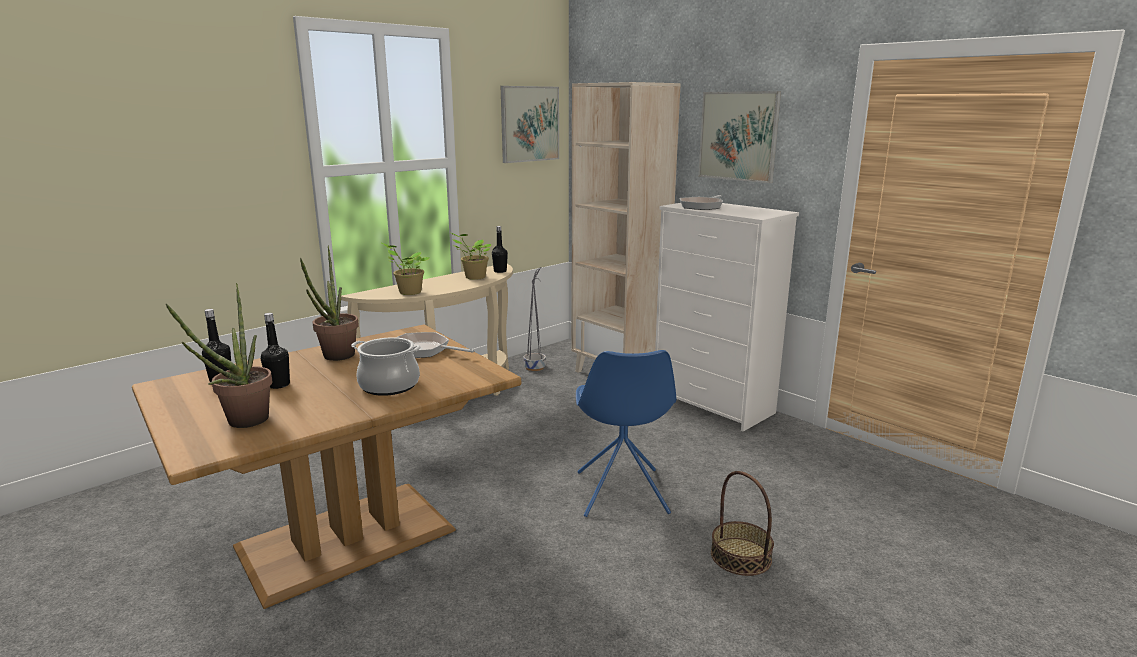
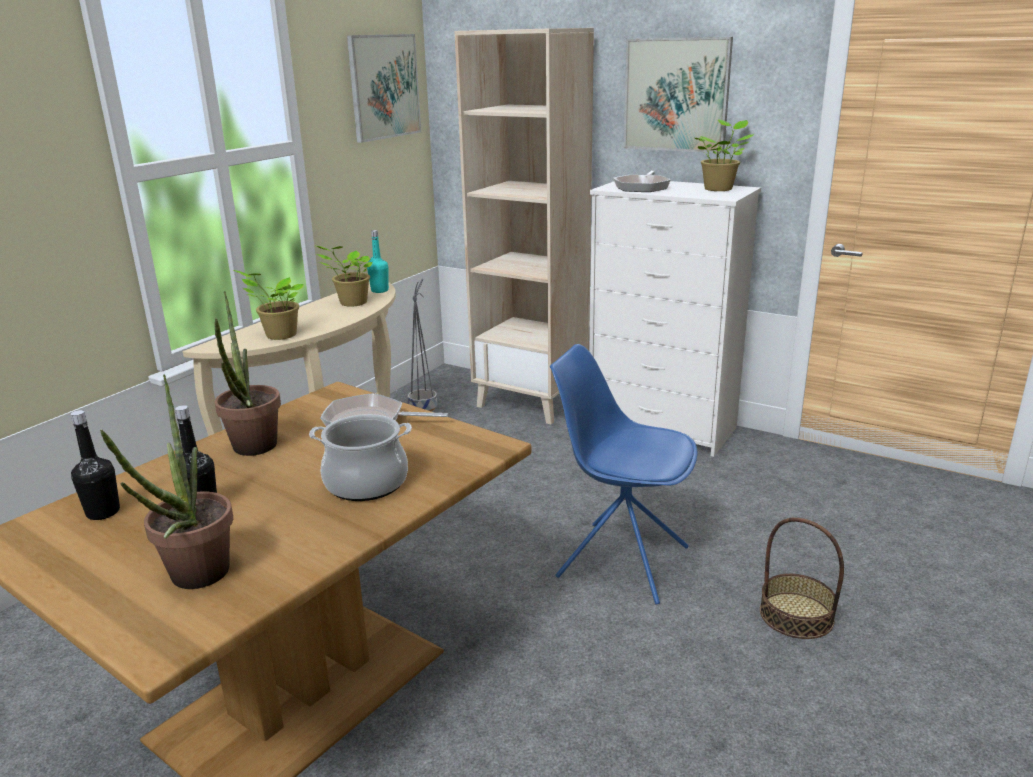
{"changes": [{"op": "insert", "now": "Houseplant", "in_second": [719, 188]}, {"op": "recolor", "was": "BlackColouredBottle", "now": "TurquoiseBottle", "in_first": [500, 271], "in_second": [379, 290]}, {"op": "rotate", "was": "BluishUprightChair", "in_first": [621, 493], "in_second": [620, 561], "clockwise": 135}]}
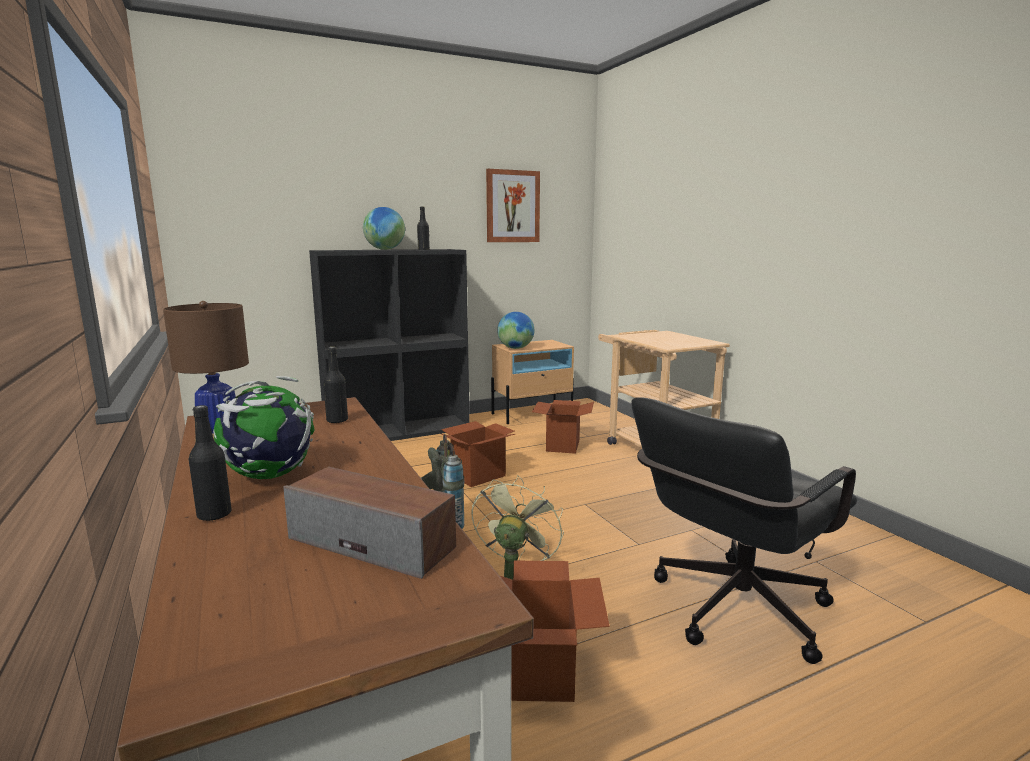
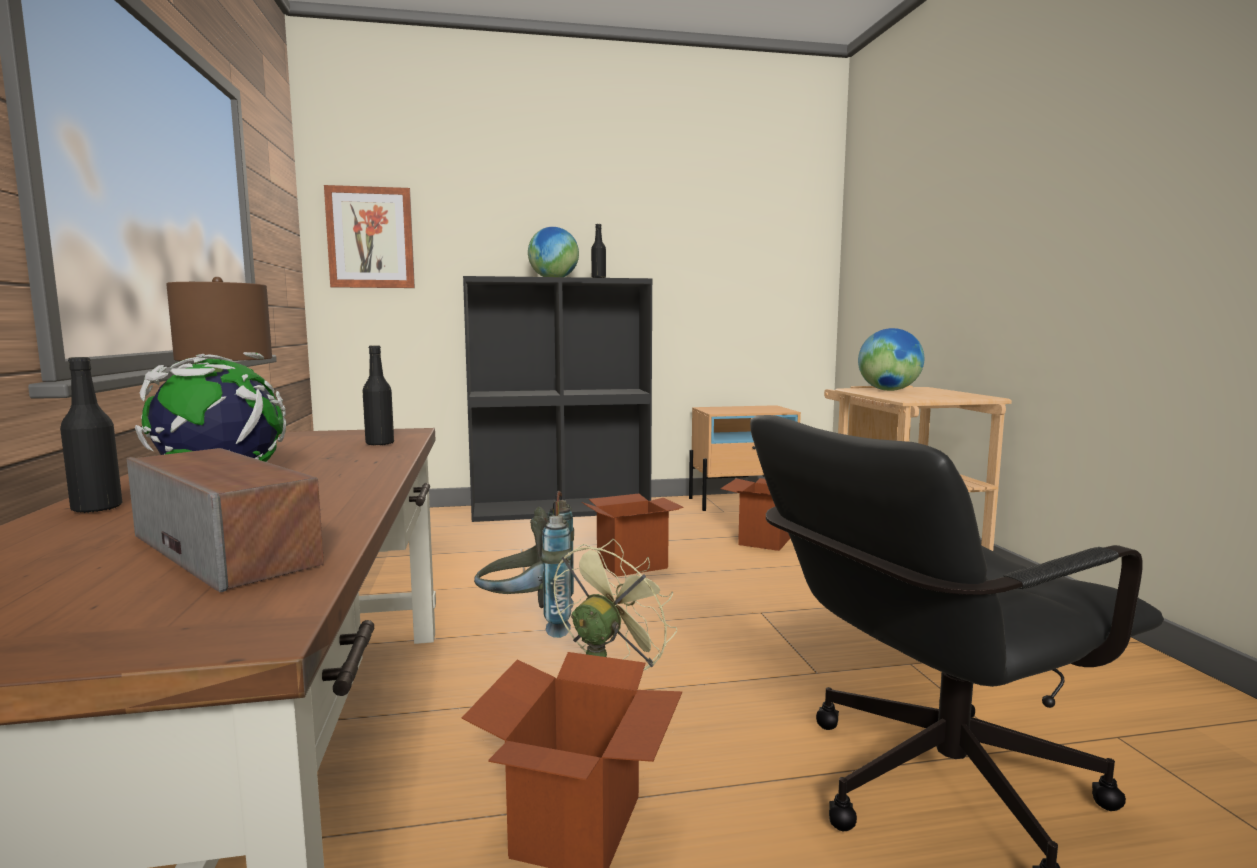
{"changes": [{"op": "move", "was": "WallArt", "in_first": [512, 206], "in_second": [370, 238]}, {"op": "move", "was": "DeskGlobe", "in_first": [515, 348], "in_second": [888, 390]}]}
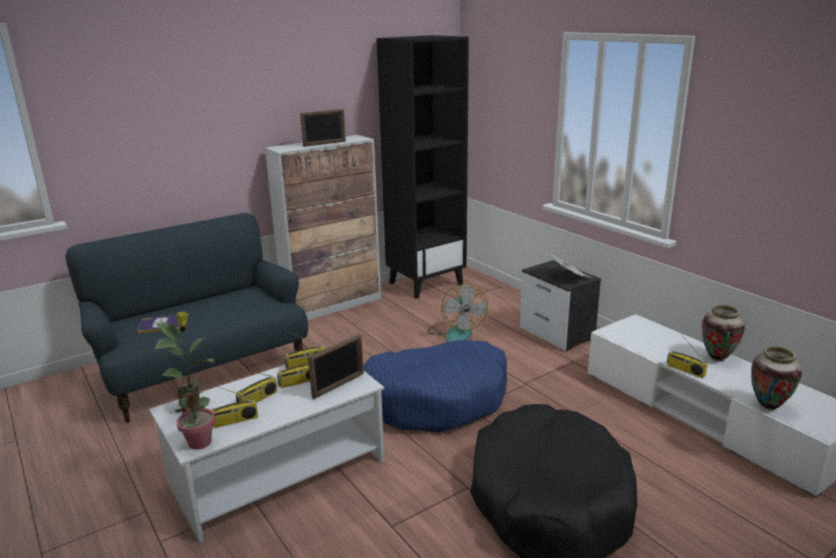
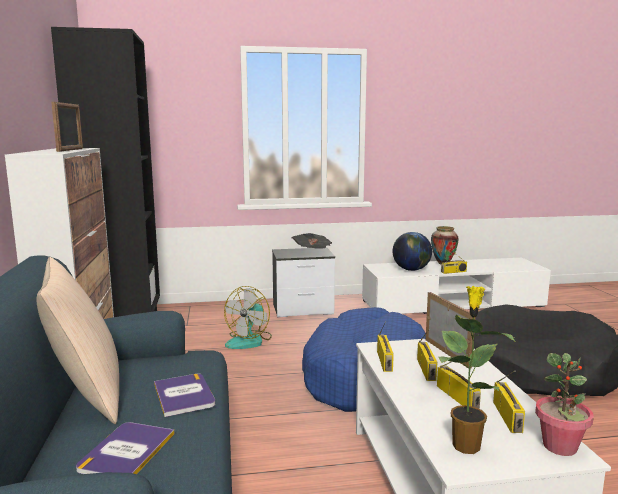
{"changes": [{"op": "delete", "was": "Vase", "in_first": [768, 406]}, {"op": "insert", "now": "SandColouredThrowPillow", "in_second": [87, 395]}, {"op": "insert", "now": "Book", "in_second": [184, 395]}, {"op": "insert", "now": "DeskGlobe", "in_second": [411, 270]}, {"op": "rotate", "was": "CoolingFan", "in_first": [456, 332], "in_second": [249, 340], "clockwise": 105}]}
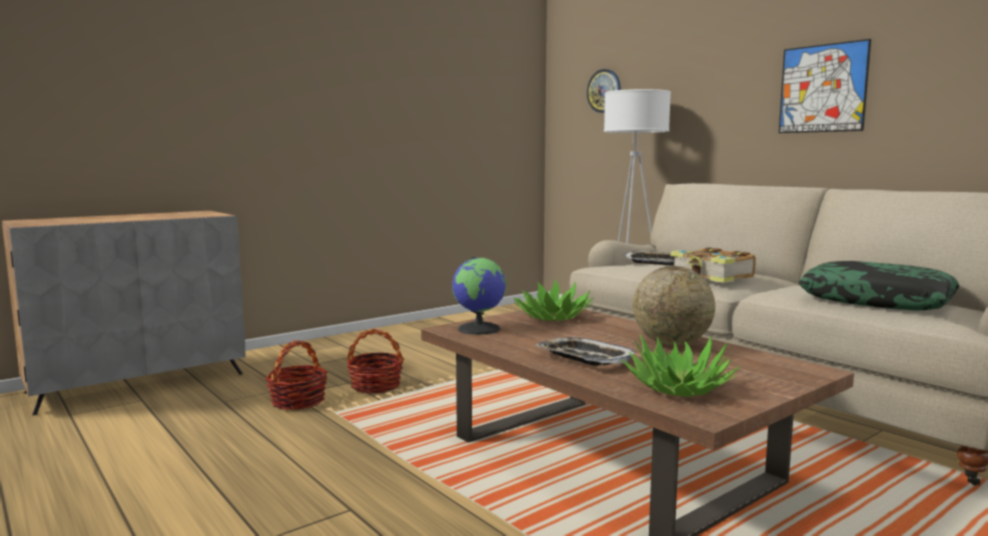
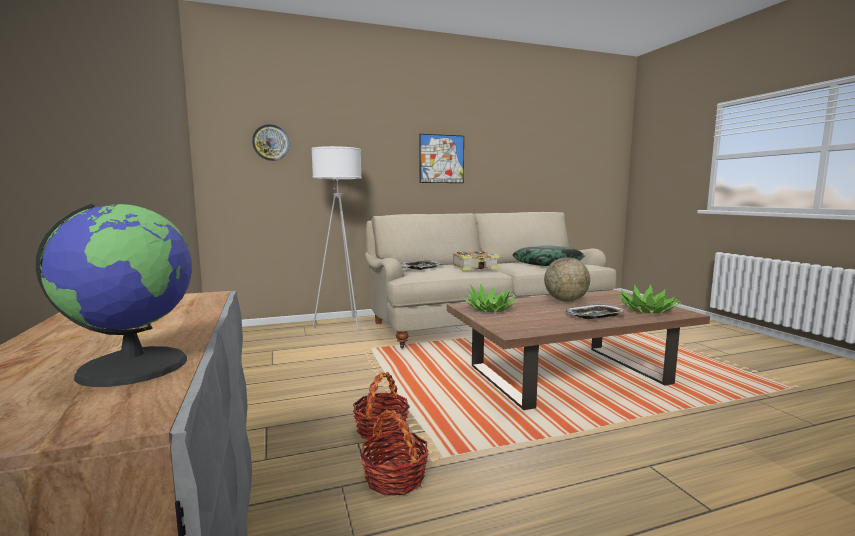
{"changes": [{"op": "move", "was": "DeskGlobe", "in_first": [479, 329], "in_second": [134, 366]}]}
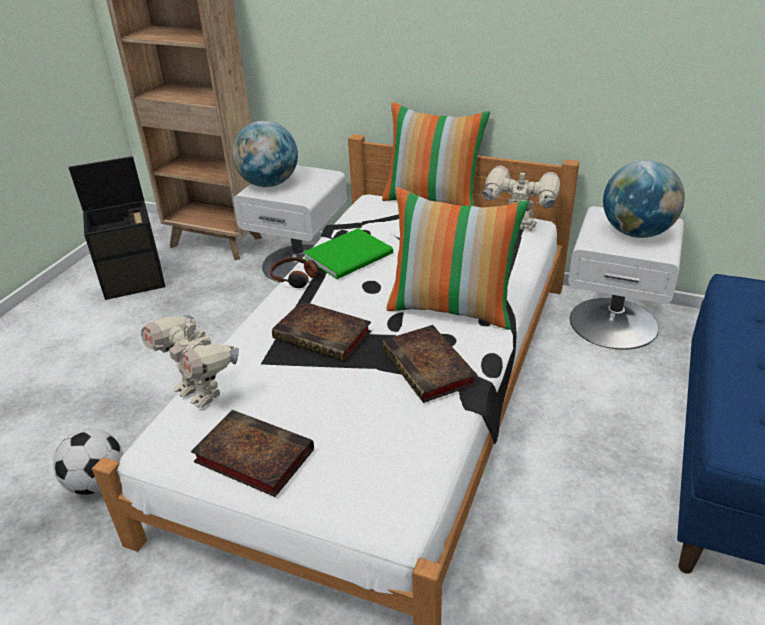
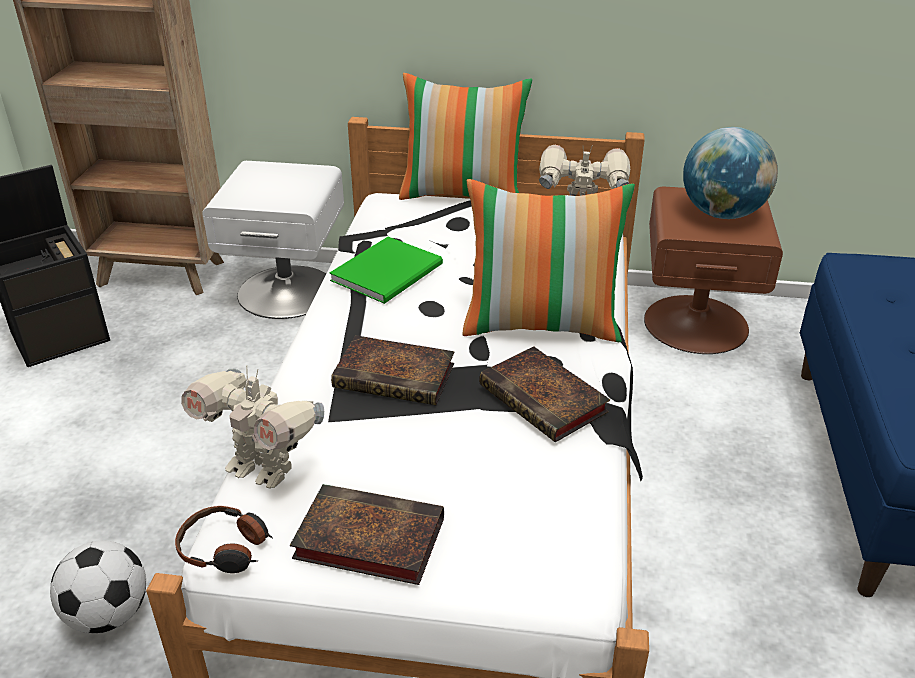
{"changes": [{"op": "delete", "was": "DeskGlobe", "in_first": [269, 184]}, {"op": "move", "was": "PairOfHeadphones", "in_first": [296, 278], "in_second": [226, 549]}, {"op": "recolor", "was": "WhiteColouredBedsideTable", "now": "BrownishBedsideTable", "in_first": [613, 322], "in_second": [696, 323]}]}
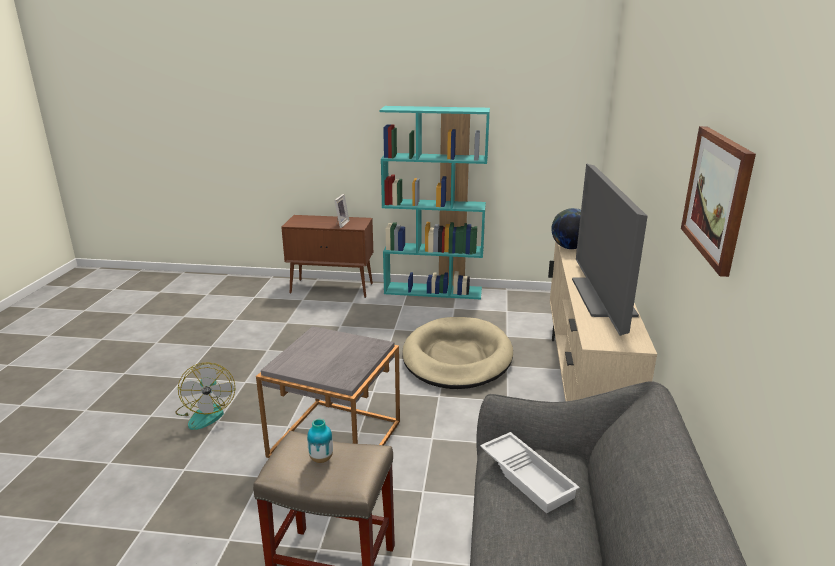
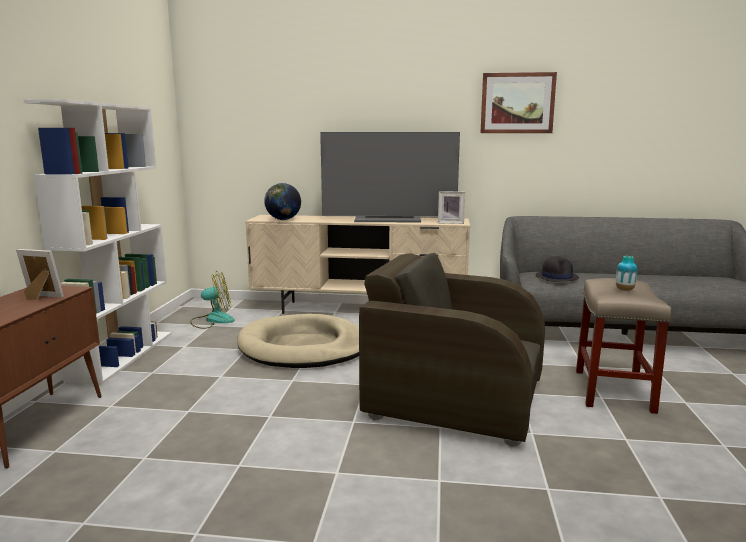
{"changes": [{"op": "insert", "now": "PictureFrame", "in_second": [450, 223]}, {"op": "move", "was": "CoolingFan", "in_first": [206, 413], "in_second": [212, 320]}, {"op": "replace", "was": "GraySideTable", "now": "BrownishLoungeChair", "in_first": [335, 438], "in_second": [455, 399]}, {"op": "replace", "was": "WhiteColouredServingTray", "now": "BlackColouredWearableHat", "in_first": [528, 476], "in_second": [556, 277]}, {"op": "recolor", "was": "TurquoiseShelvingUnit", "now": "WhiteColouredShelvingUnit", "in_first": [433, 291], "in_second": [122, 355]}]}
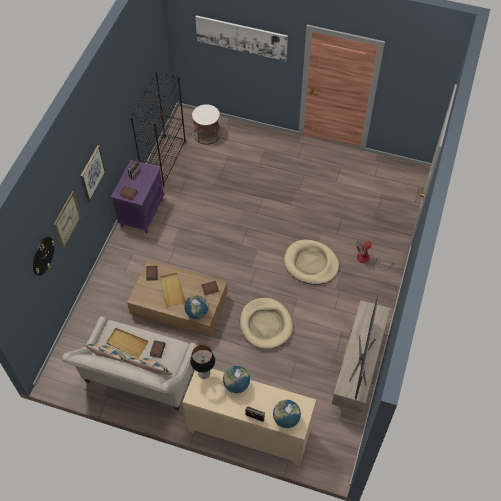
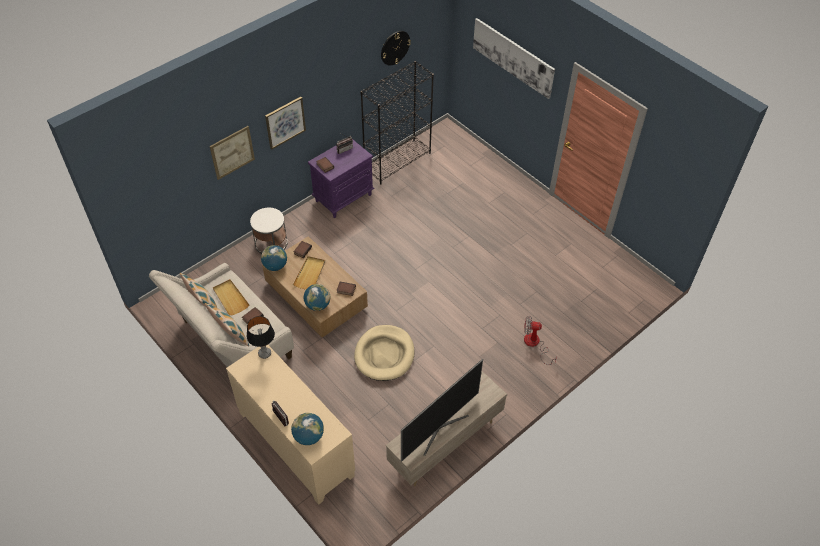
{"changes": [{"op": "delete", "was": "SandColouredDogBed", "in_first": [311, 264]}, {"op": "move", "was": "ClockOnTheWall", "in_first": [42, 255], "in_second": [395, 47]}, {"op": "move", "was": "WhiteColouredSideTable", "in_first": [207, 134], "in_second": [271, 243]}, {"op": "move", "was": "DeskGlobe", "in_first": [236, 385], "in_second": [275, 266]}]}
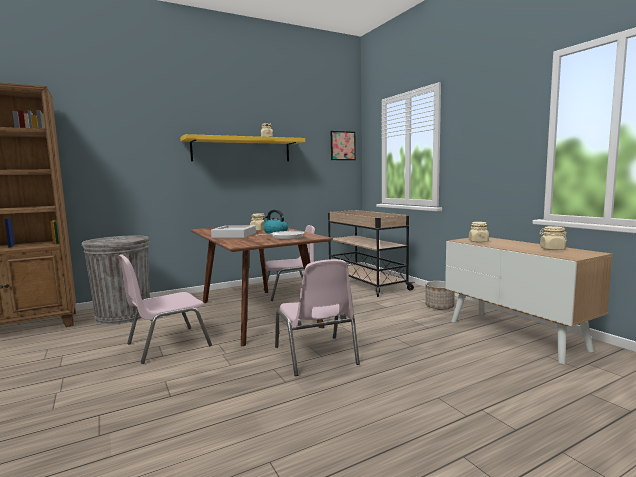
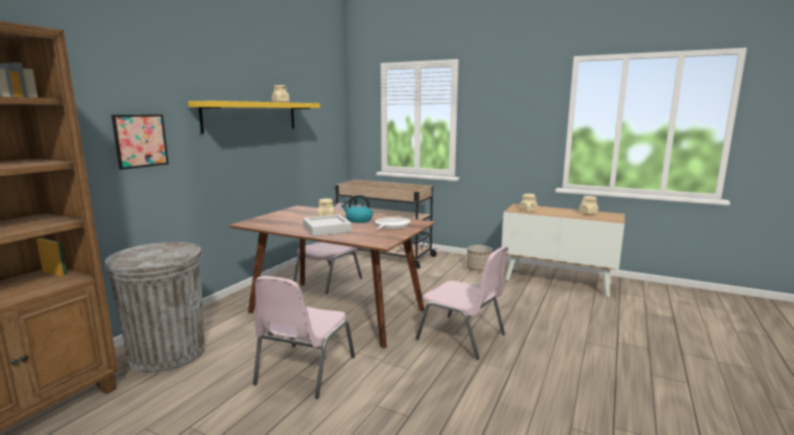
{"changes": [{"op": "move", "was": "WallArt", "in_first": [342, 145], "in_second": [140, 141]}]}
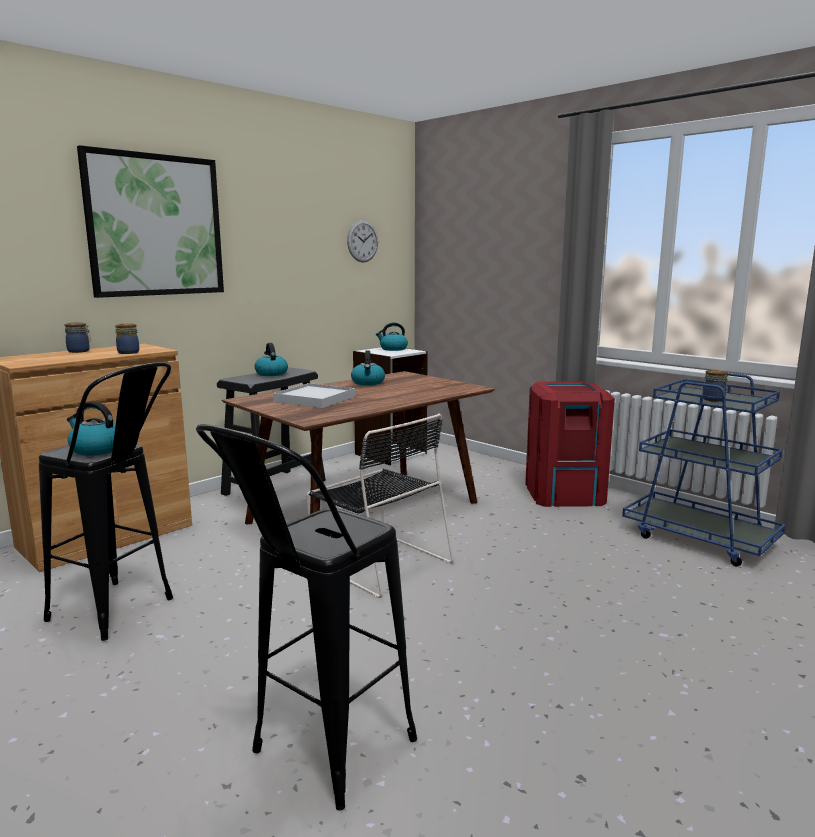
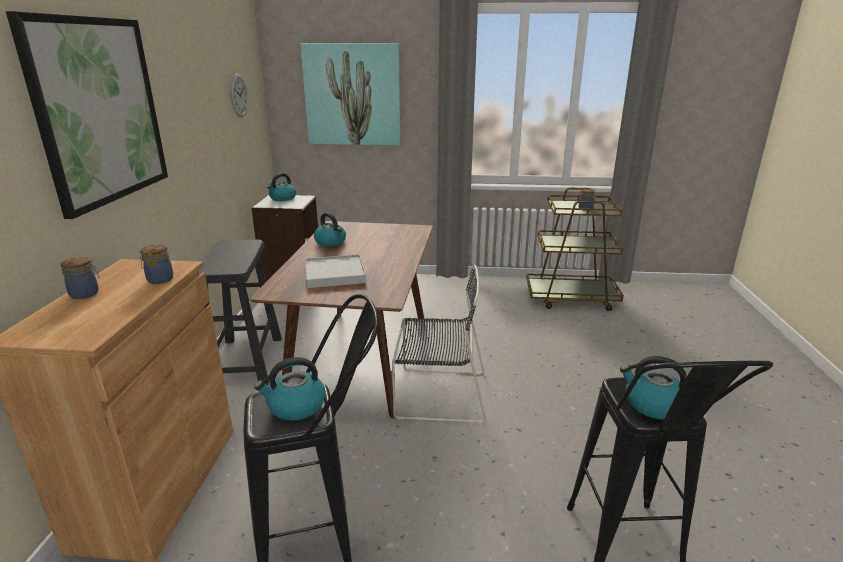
{"changes": [{"op": "delete", "was": "RedColouredRubbishBin", "in_first": [564, 493]}, {"op": "insert", "now": "WallArt", "in_second": [352, 95]}, {"op": "move", "was": "WaterKettle", "in_first": [271, 373], "in_second": [652, 405]}, {"op": "recolor", "was": "BluishTrolley", "now": "BrownishTrolley", "in_first": [699, 538], "in_second": [571, 298]}]}
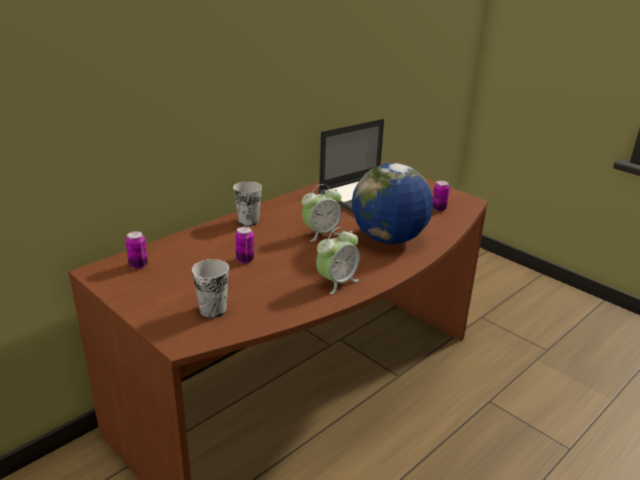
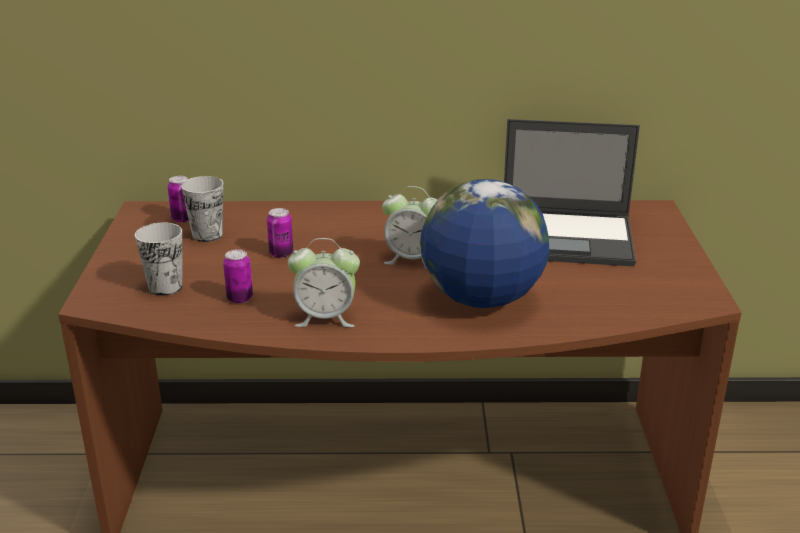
{"changes": [{"op": "move", "was": "DrinkingCup", "in_first": [248, 221], "in_second": [207, 235]}, {"op": "move", "was": "MetalCan", "in_first": [438, 209], "in_second": [240, 298]}]}
